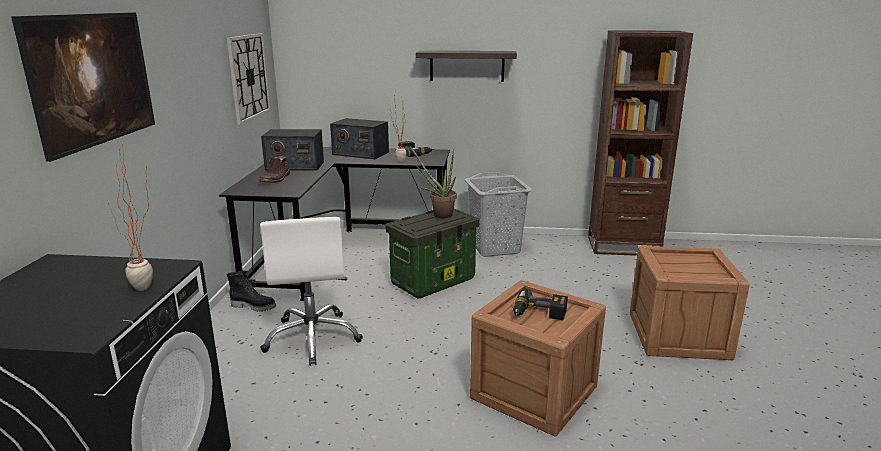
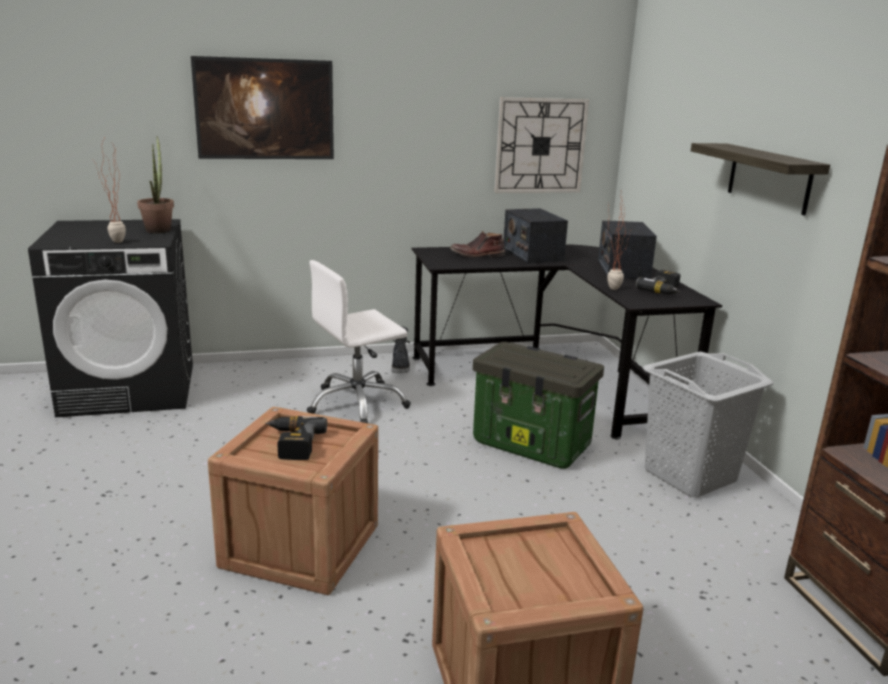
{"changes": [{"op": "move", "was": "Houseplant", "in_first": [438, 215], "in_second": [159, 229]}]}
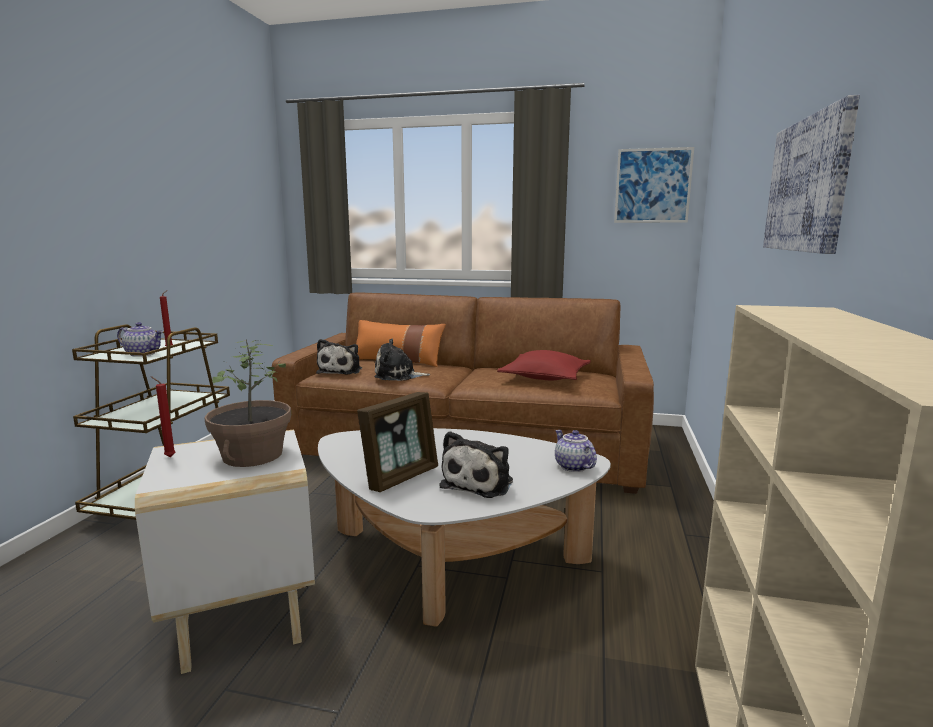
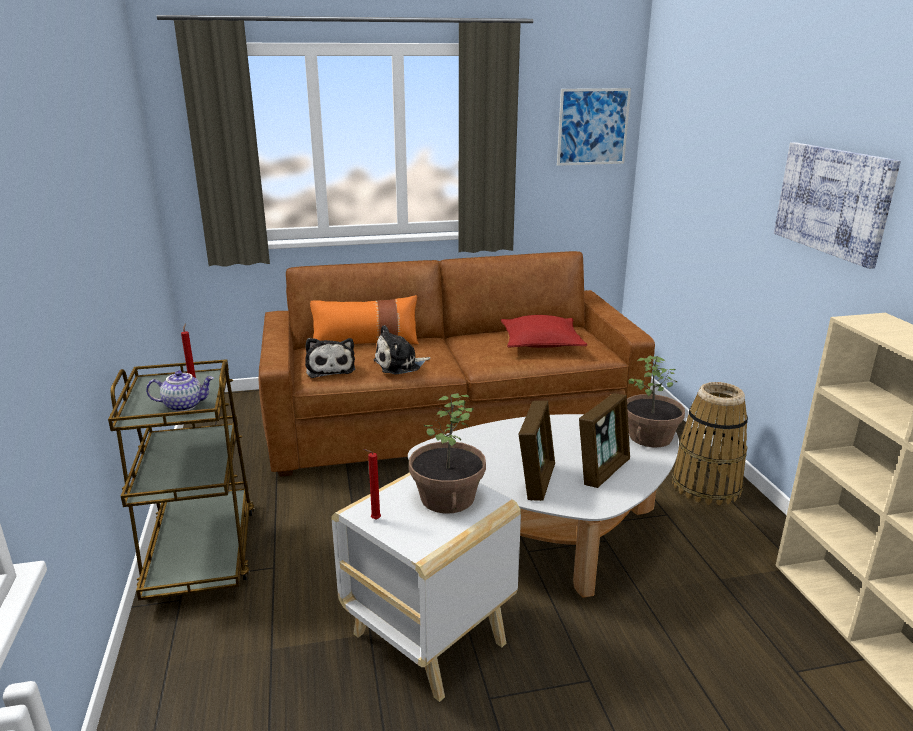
{"changes": [{"op": "insert", "now": "StorageBasket", "in_second": [706, 486]}, {"op": "replace", "was": "SoftToy", "now": "PictureFrame", "in_first": [479, 482], "in_second": [602, 470]}, {"op": "replace", "was": "Teapot", "now": "Houseplant", "in_first": [572, 466], "in_second": [650, 437]}]}
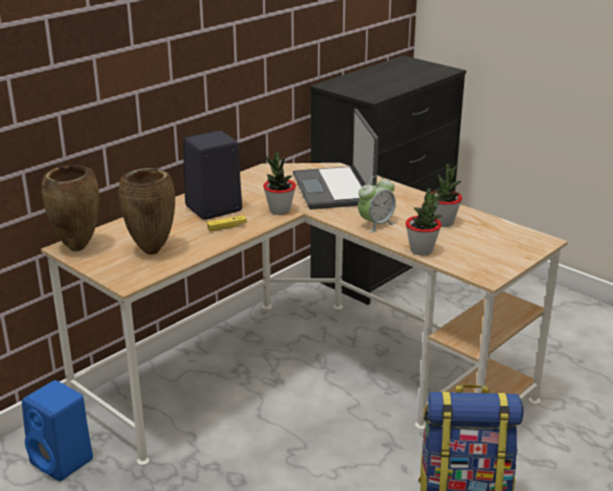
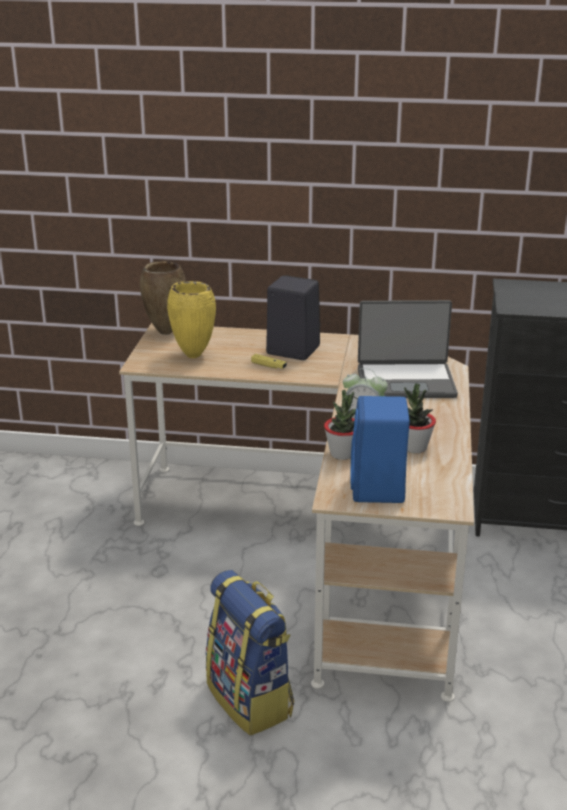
{"changes": [{"op": "delete", "was": "Houseplant", "in_first": [279, 210]}, {"op": "move", "was": "BluishLoudspeaker", "in_first": [63, 462], "in_second": [378, 490]}, {"op": "recolor", "was": "BrownishVase", "now": "YellowColouredVase", "in_first": [152, 251], "in_second": [194, 355]}, {"op": "rotate", "was": "NotebookComputer", "in_first": [335, 189], "in_second": [405, 381], "clockwise": -135}]}
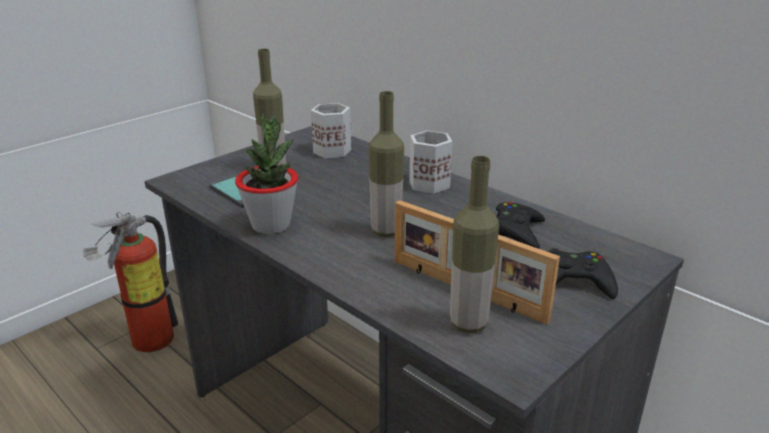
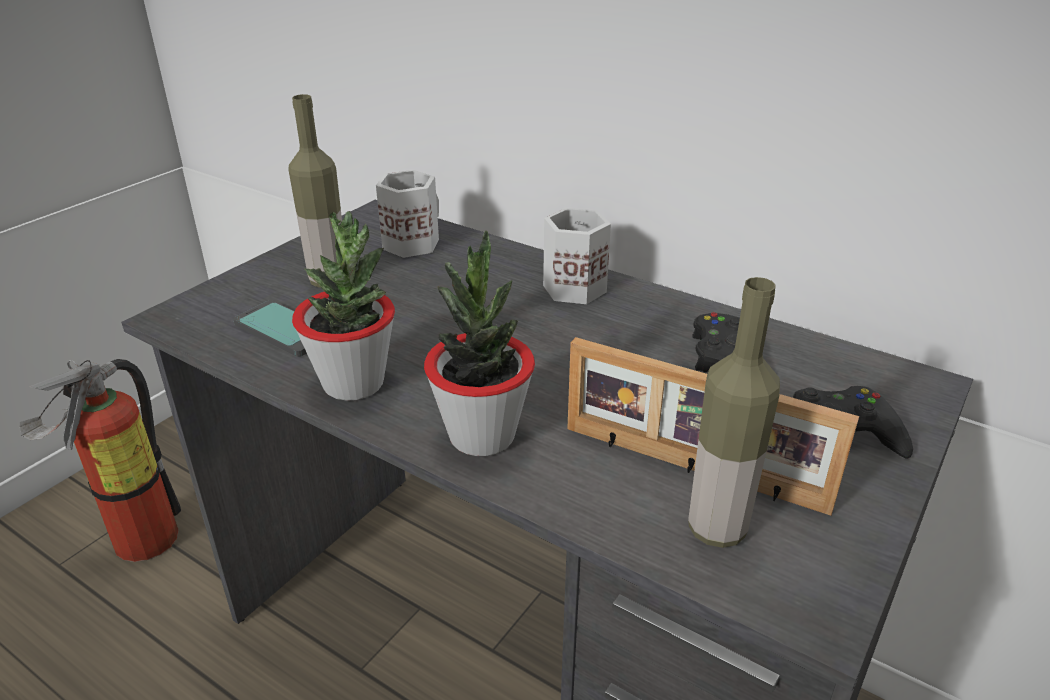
{"changes": [{"op": "delete", "was": "Bottle", "in_first": [386, 231]}, {"op": "insert", "now": "Houseplant", "in_second": [482, 435]}]}
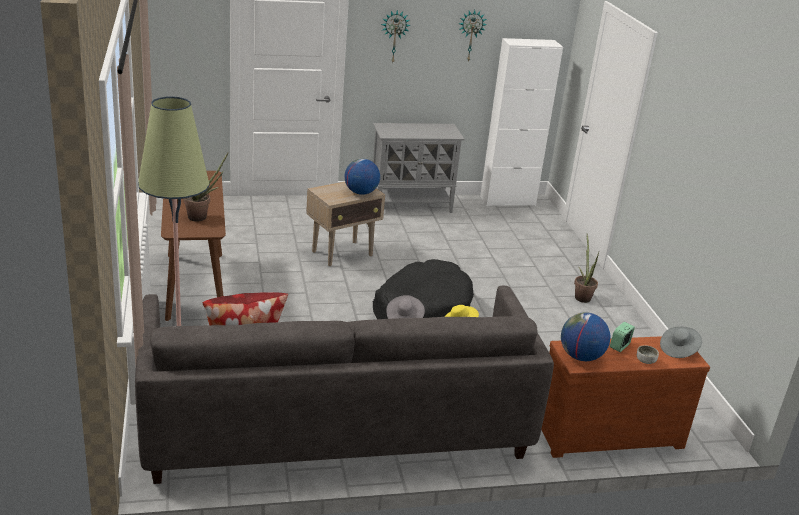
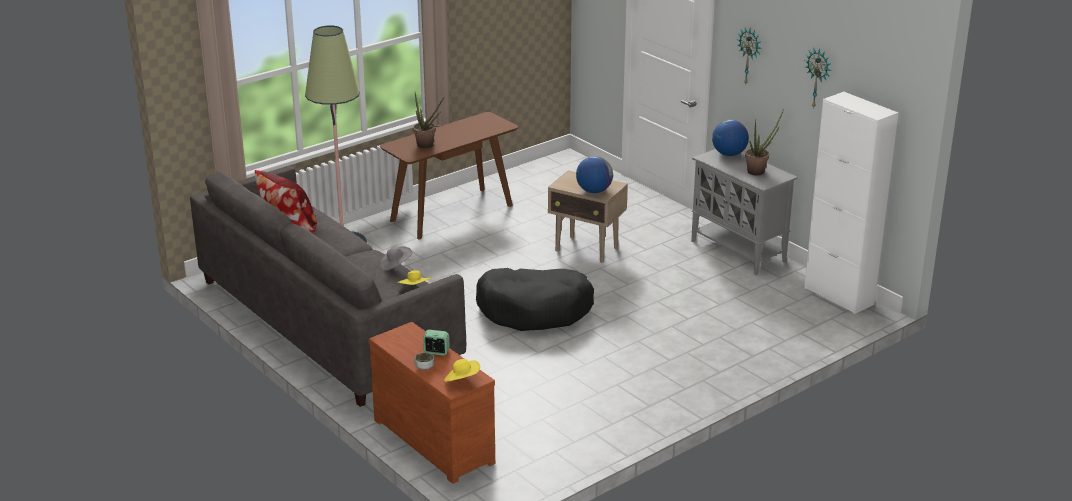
{"changes": [{"op": "move", "was": "DeskGlobe", "in_first": [580, 357], "in_second": [729, 154]}, {"op": "move", "was": "Houseplant", "in_first": [582, 296], "in_second": [759, 171]}, {"op": "recolor", "was": "GrayWearableHat", "now": "YellowColouredWearableHat", "in_first": [678, 350], "in_second": [462, 380]}]}
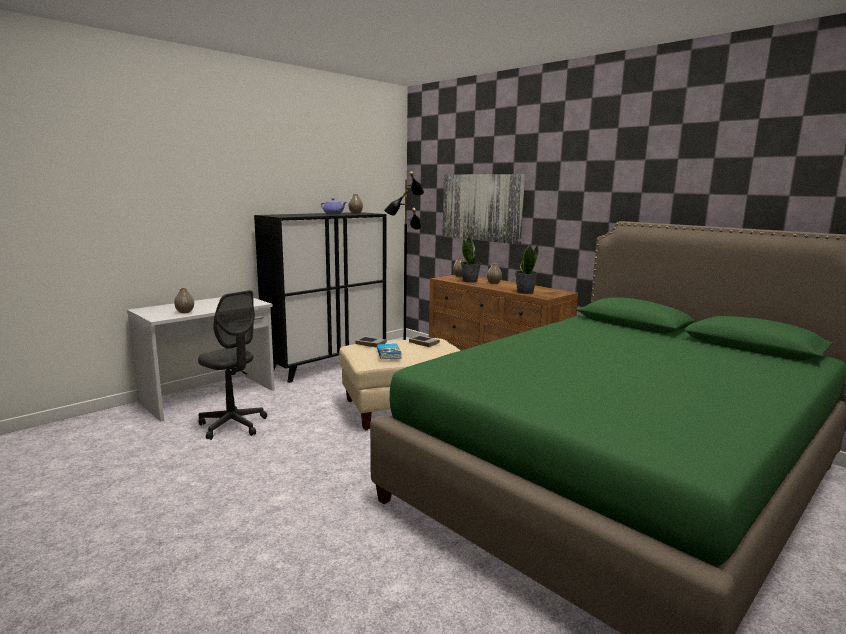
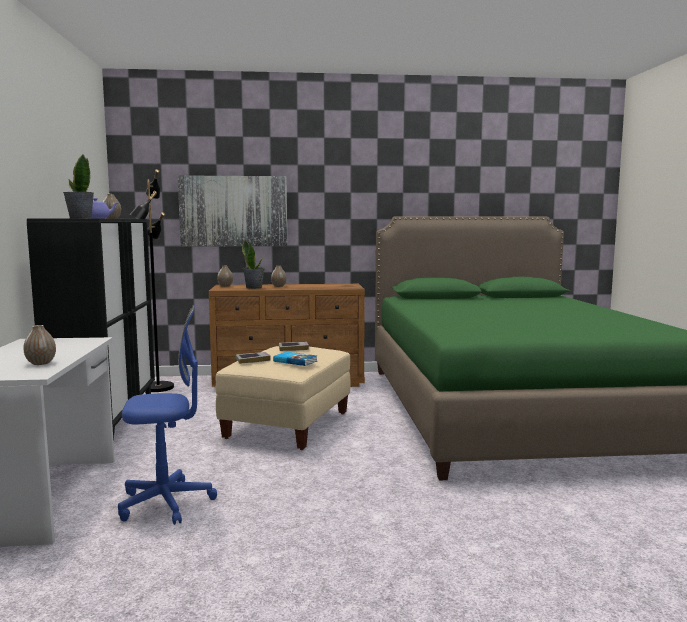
{"changes": [{"op": "move", "was": "Houseplant", "in_first": [524, 292], "in_second": [80, 218]}, {"op": "recolor", "was": "GrayComputerChair", "now": "BluishComputerChair", "in_first": [233, 425], "in_second": [166, 503]}]}
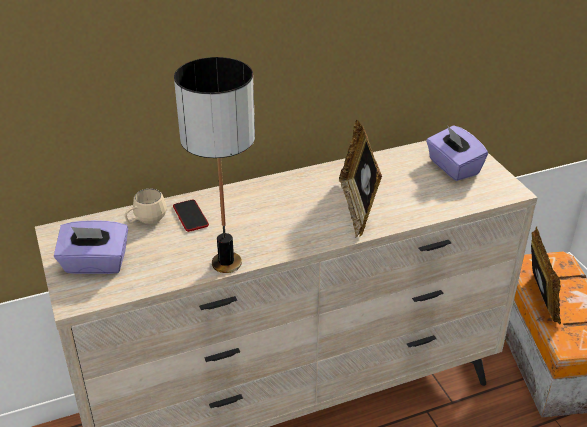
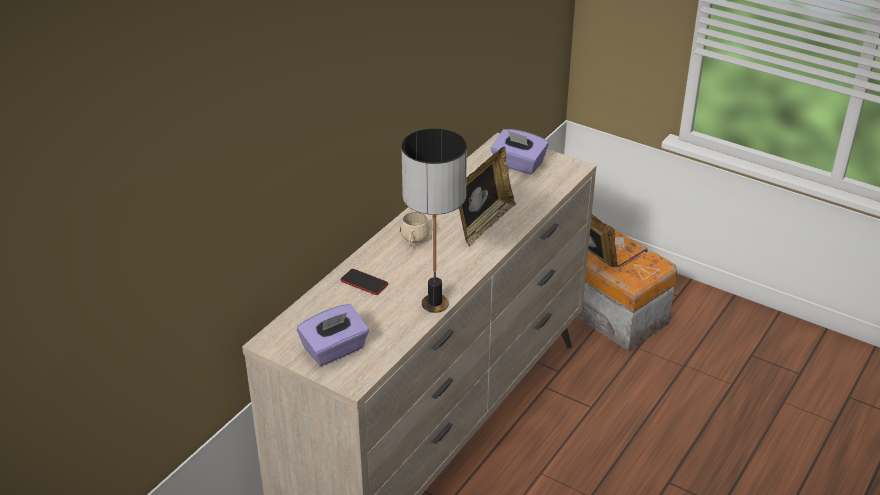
{"changes": [{"op": "move", "was": "SandColouredTeaMug", "in_first": [146, 221], "in_second": [414, 242]}, {"op": "rotate", "was": "PictureFrame", "in_first": [358, 208], "in_second": [483, 223], "clockwise": -105}]}
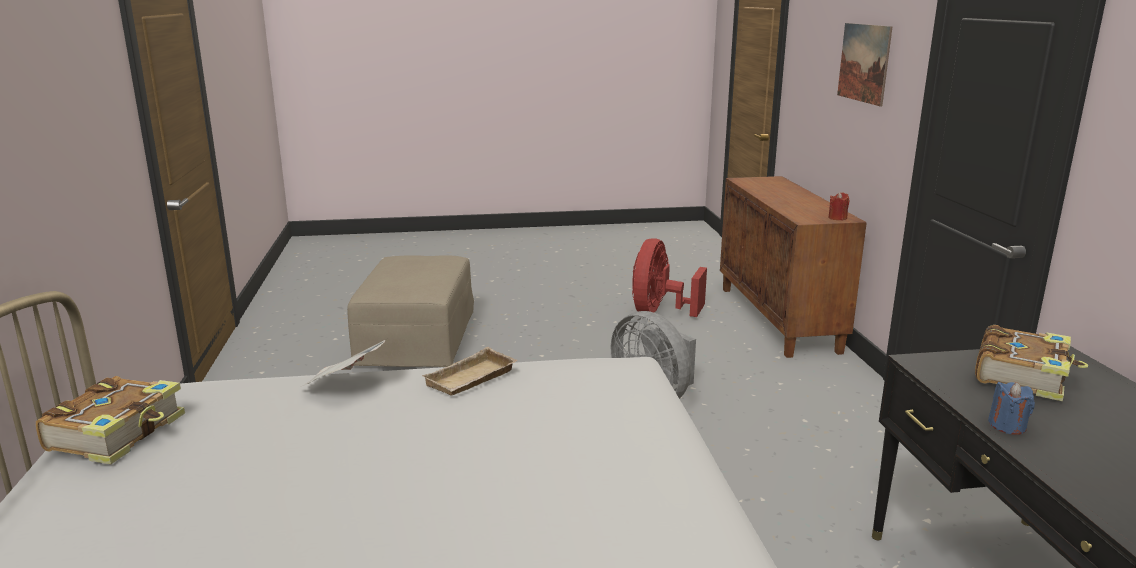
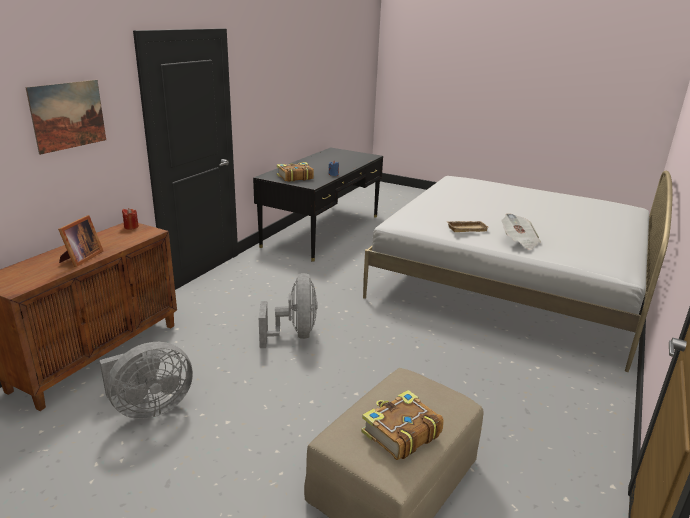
{"changes": [{"op": "insert", "now": "PictureFrame", "in_second": [80, 258]}, {"op": "move", "was": "Book", "in_first": [119, 433], "in_second": [400, 433]}, {"op": "recolor", "was": "RedColouredCoolingFan", "now": "GrayCoolingFan", "in_first": [659, 312], "in_second": [149, 408]}]}
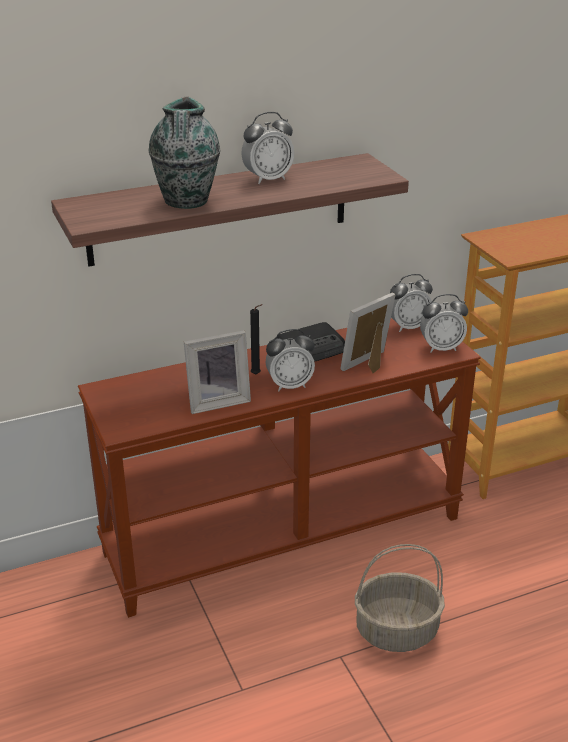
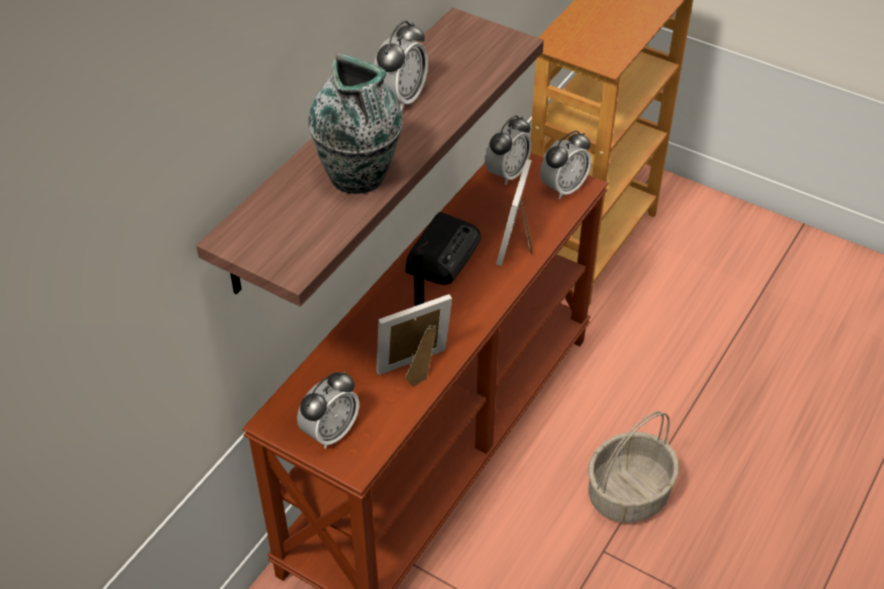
{"changes": [{"op": "move", "was": "TableClock", "in_first": [289, 385], "in_second": [330, 432]}, {"op": "rotate", "was": "PictureFrame", "in_first": [217, 401], "in_second": [417, 370], "clockwise": -150}]}
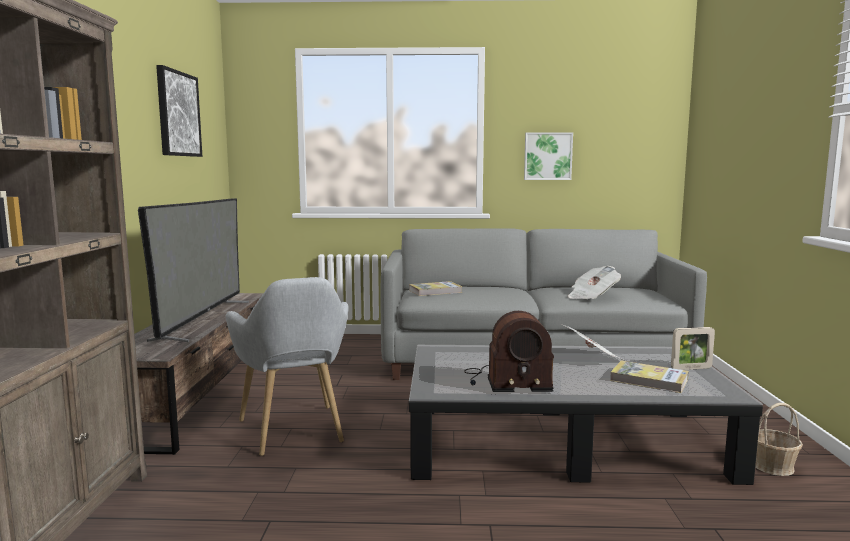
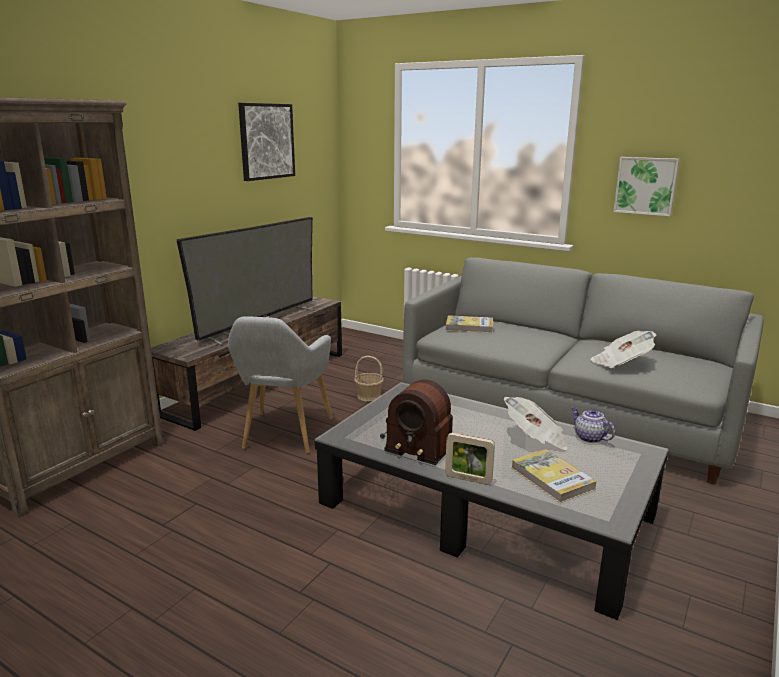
{"changes": [{"op": "insert", "now": "Teapot", "in_second": [589, 437]}, {"op": "move", "was": "PictureFrame", "in_first": [691, 368], "in_second": [468, 479]}, {"op": "move", "was": "StorageBasket", "in_first": [772, 466], "in_second": [369, 396]}]}
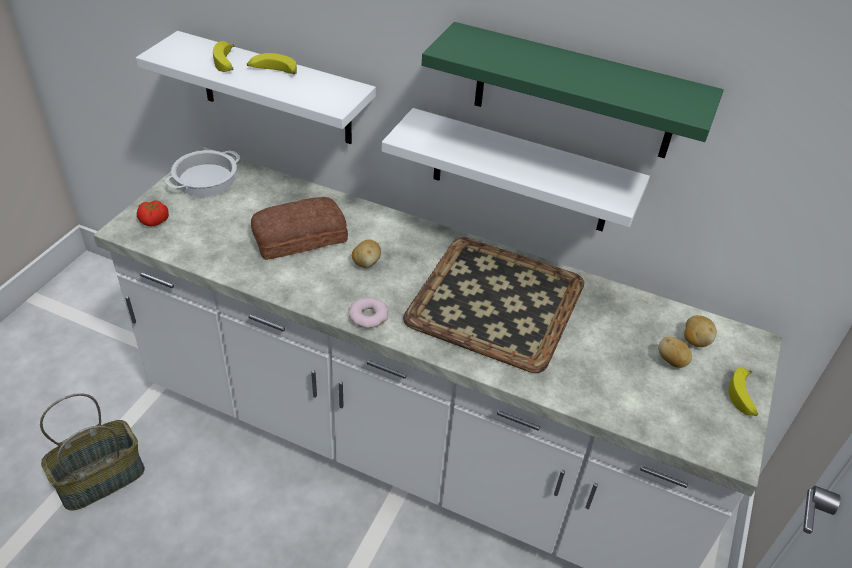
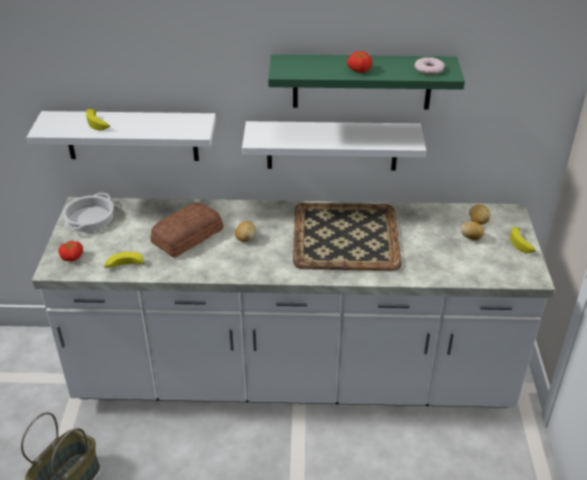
{"changes": [{"op": "insert", "now": "WholeTomato", "in_second": [359, 70]}, {"op": "move", "was": "Banana", "in_first": [272, 71], "in_second": [124, 266]}, {"op": "move", "was": "Doughnut", "in_first": [368, 316], "in_second": [429, 69]}]}
